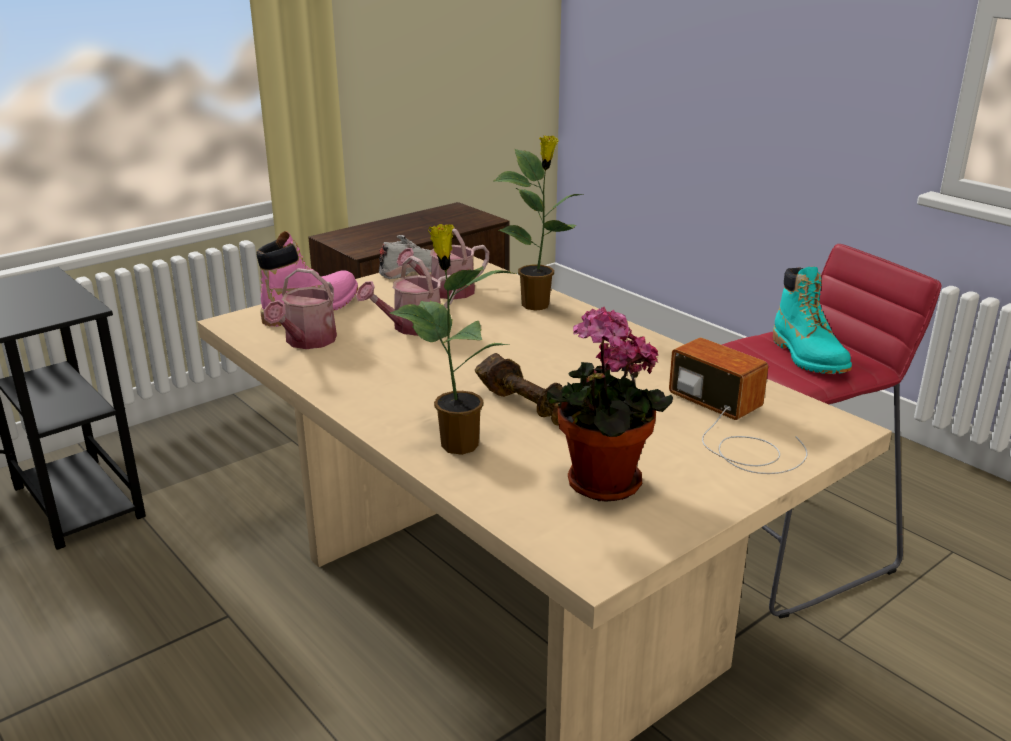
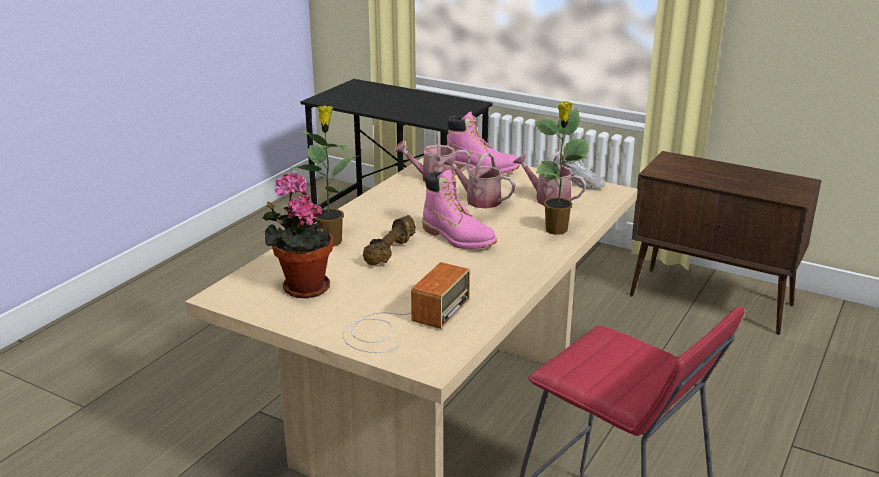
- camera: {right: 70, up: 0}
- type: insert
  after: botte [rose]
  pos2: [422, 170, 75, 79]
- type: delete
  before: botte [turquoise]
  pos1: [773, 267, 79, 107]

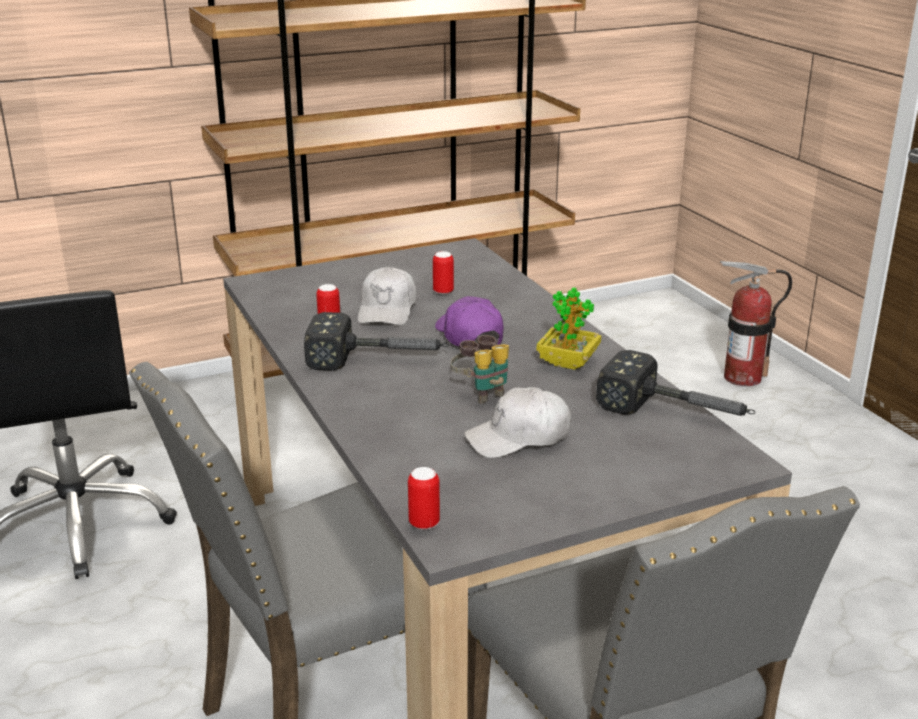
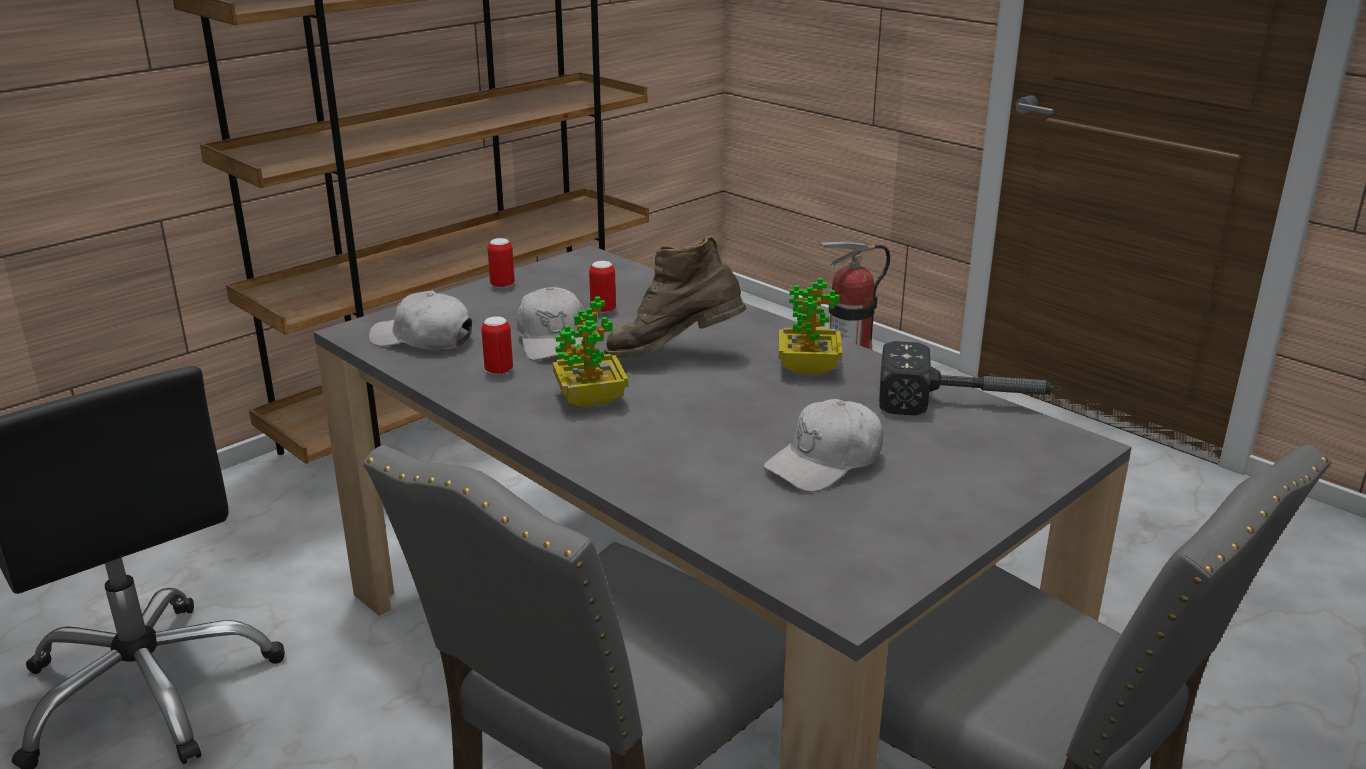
- camera: {right: -20, up: 0}
- type: insert
  after: casquette [blanc]
  pos2: [369, 291, 103, 59]
- type: move
  before: boîte métallique
  pos1: [408, 467, 32, 63]
  pos2: [488, 238, 27, 51]
- type: replace
  before: marteau
  after: plante en pot
  pos1: [304, 312, 145, 59]
  pos2: [553, 296, 75, 111]
- type: replace
  before: casquette [violet]
  after: botte [marron]
  pos1: [435, 296, 69, 53]
  pos2: [604, 236, 143, 122]
- type: delete
  before: jumelles
  pos1: [451, 335, 58, 69]

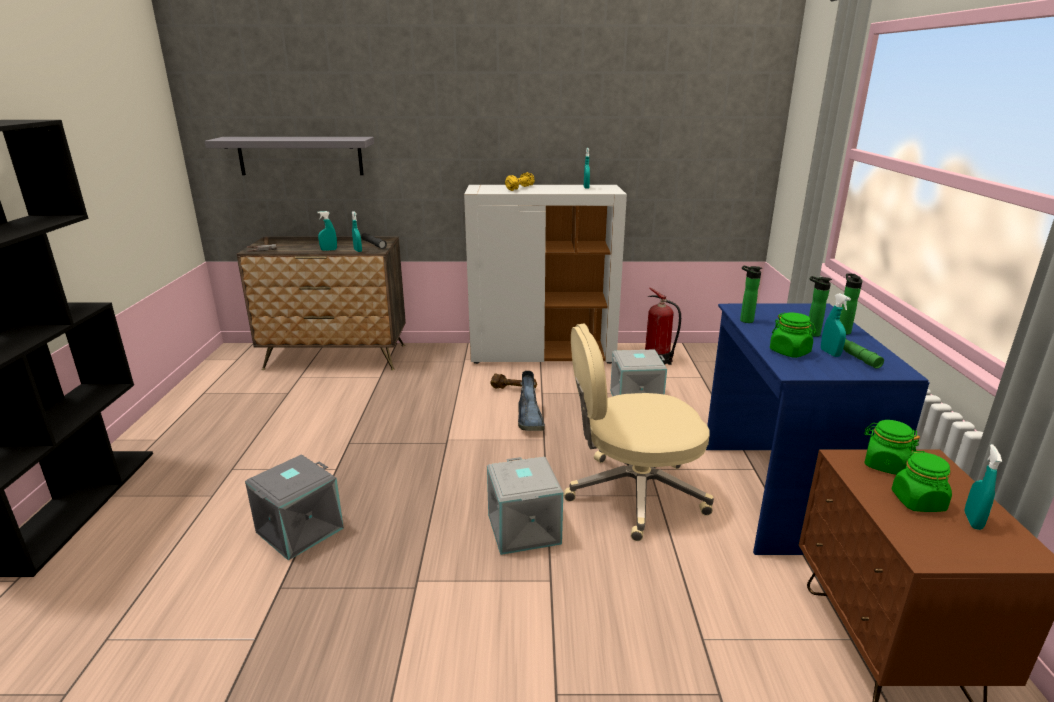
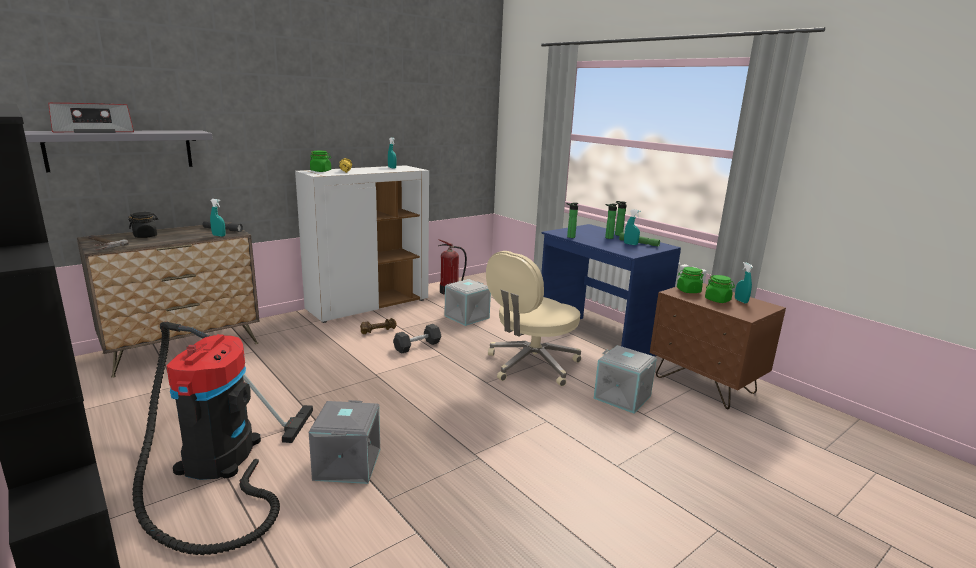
- camera: {right: -40, up: -5}
- type: insert
  after: radio
  pos2: [49, 103, 85, 30]
- type: insert
  after: bocal [noir]
  pos2: [128, 212, 30, 26]
- type: insert
  after: aspirateur
  pos2: [132, 322, 181, 233]
- type: move
  before: bocal [vert]
  pos1: [770, 312, 46, 46]
  pos2: [310, 151, 21, 21]
- type: replace
  before: botte
  after: haltère [noir]
  pos1: [518, 371, 27, 60]
  pos2: [393, 324, 48, 30]
- type: move
  before: boîte de rangement [gris]
  pos1: [487, 457, 76, 98]
  pos2: [594, 345, 63, 68]
- type: delete
  before: vaporisateur [turquoise]
  pos1: [317, 211, 20, 40]

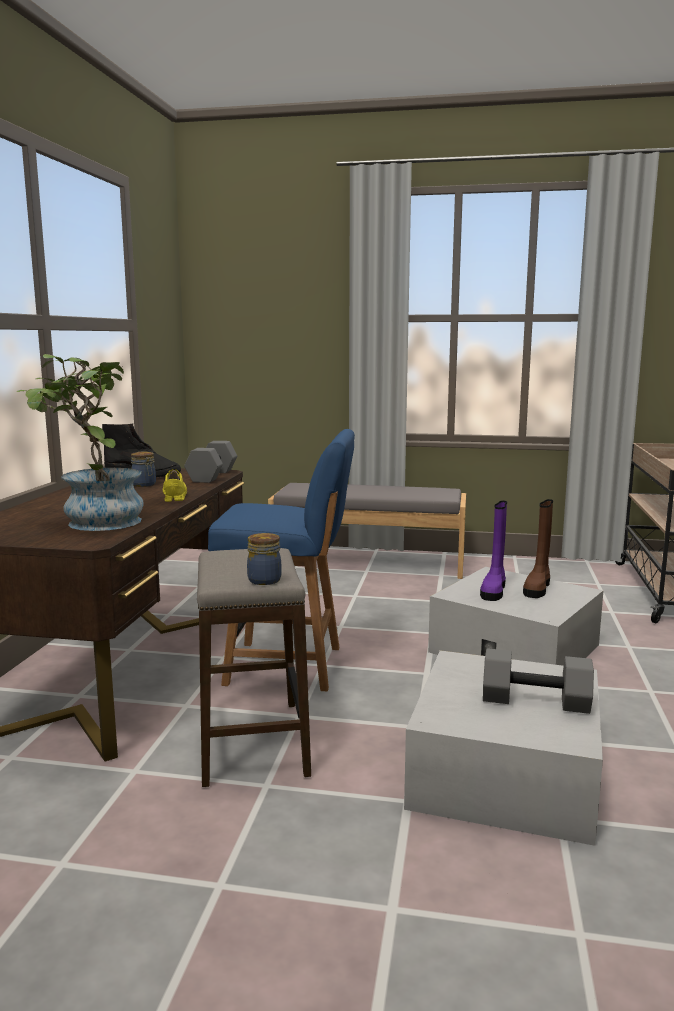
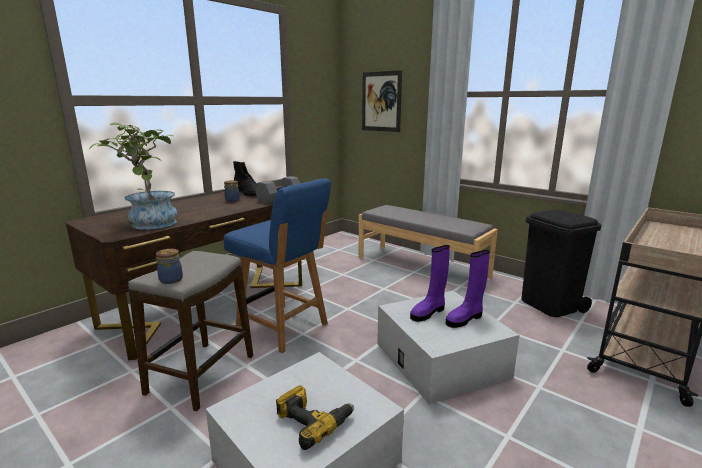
- camera: {right: 30, up: 5}
- type: replace
  before: haltère [gris]
  after: perceuse
  pos1: [483, 648, 111, 66]
  pos2: [276, 385, 78, 65]
- type: insert
  after: tableau
  pos2: [362, 70, 40, 62]
- type: recolor
  before: botte [marron]
  after: botte [violet]
  pos1: [523, 499, 30, 99]
  pos2: [446, 250, 44, 78]
- type: insert
  after: poubelle [noir]
  pos2: [521, 210, 81, 107]
- type: delete
  before: chaussure [jaune]
  pos1: [163, 469, 24, 33]

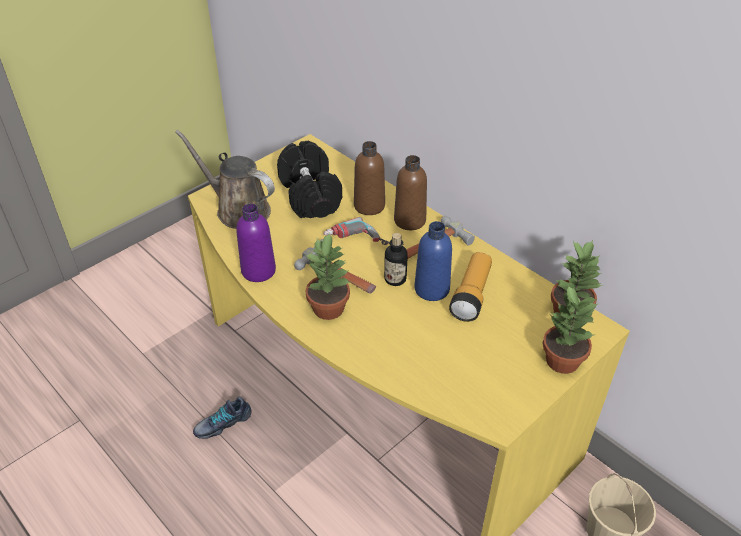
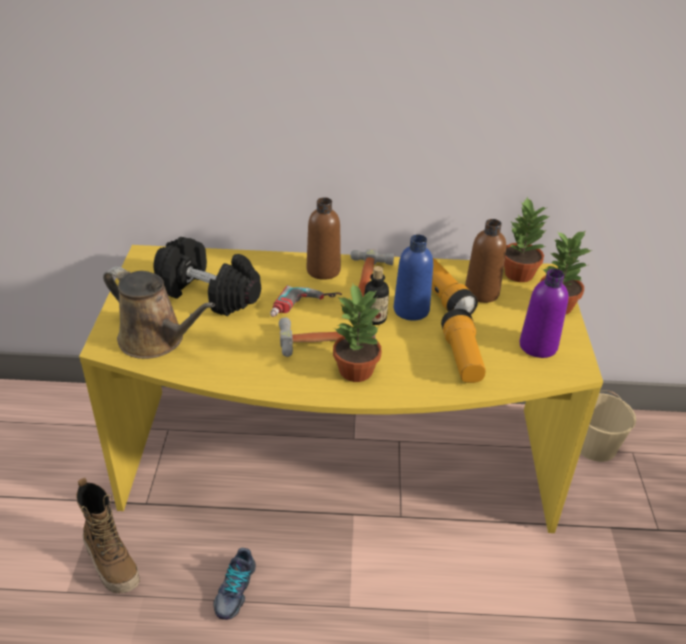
- camera: {right: -45, up: -5}
- type: insert
  after: botte
  pos2: [76, 478, 64, 116]
- type: rotate
  before: arrosoir [marron]
  pos1: [175, 130, 100, 99]
  pos2: [103, 266, 112, 93]
  turn: -135
- type: insert
  after: lampe de poche
  pos2: [441, 309, 45, 74]
- type: move
  before: bouteille [marron]
  pos1: [354, 141, 31, 74]
  pos2: [465, 219, 41, 84]
- type: move
  before: bouteille [violet]
  pos1: [236, 204, 40, 78]
  pos2: [520, 269, 48, 89]

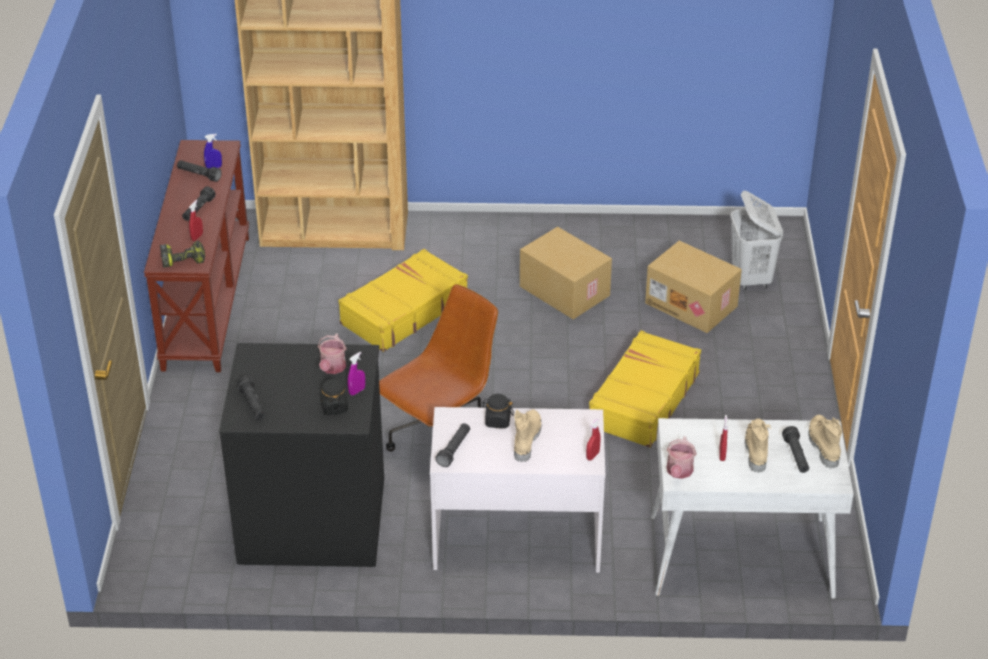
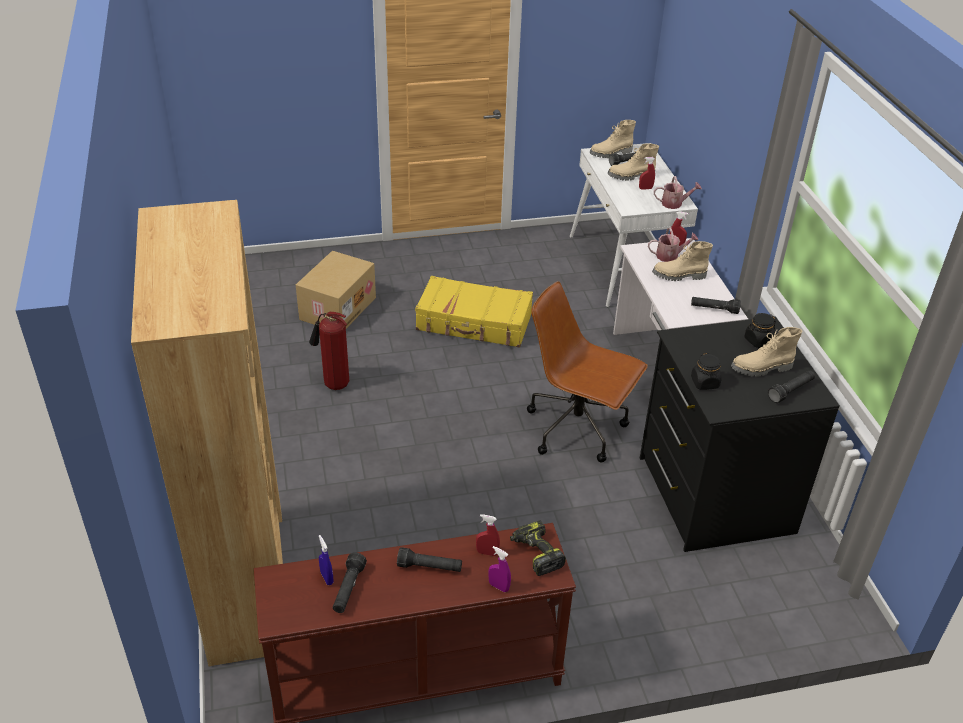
- camera: {right: -105, up: 0}
- type: replace
  before: carton
  after: extincteur
  pos1: [520, 227, 92, 92]
  pos2: [309, 312, 40, 78]
- type: move
  before: vaporisateur [violet]
  pos1: [348, 352, 17, 43]
  pos2: [488, 546, 23, 46]
- type: move
  before: arrosoir
  pos1: [318, 333, 29, 41]
  pos2: [648, 228, 50, 34]
- type: move
  before: bocal [noir]
  pos1: [482, 394, 32, 34]
  pos2: [691, 353, 31, 37]
- type: insert
  after: botte [beige]
  pos2: [731, 327, 71, 50]
- type: delete
  before: valise [jaune]
  pos1: [338, 249, 130, 103]
- type: delete
  before: panier à linge [blanc]
  pos1: [730, 191, 53, 99]

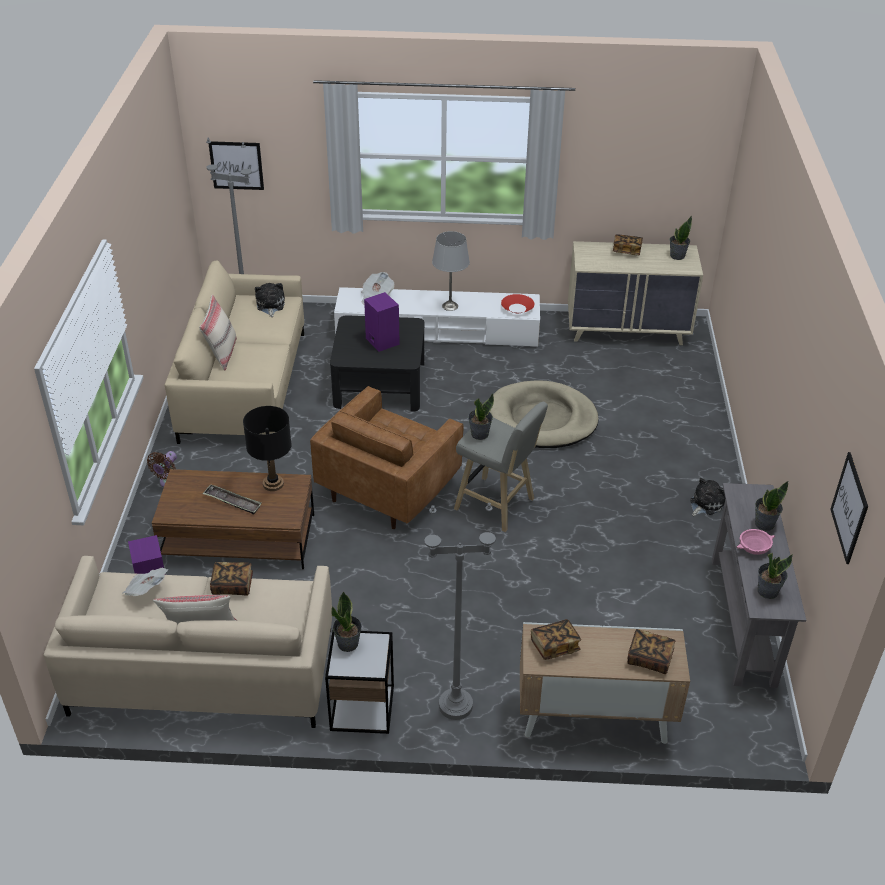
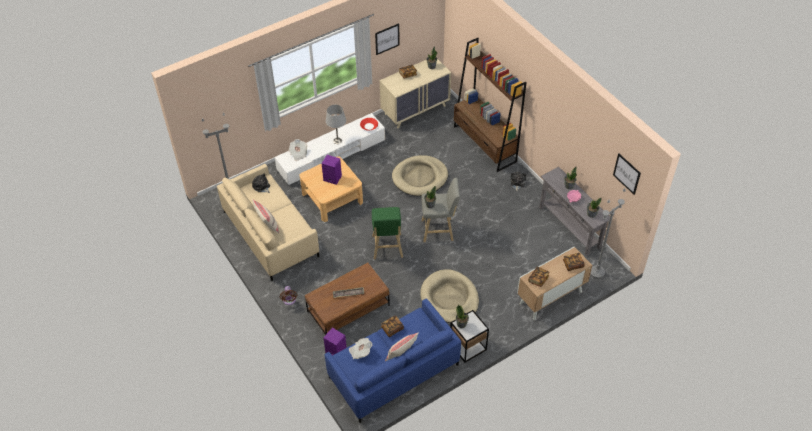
- camera: {right: -35, up: 10}
- type: recolor
  before: table basse [noir]
  after: table basse [beige]
  pos1: [330, 316, 95, 96]
  pos2: [299, 156, 64, 66]
- type: recolor
  before: canapé [beige]
  after: canapé [bleu]
  pos1: [44, 556, 288, 172]
  pos2: [325, 298, 136, 125]
- type: replace
  before: fauteuil [marron]
  after: tabouret [vert]
  pos1: [310, 386, 153, 143]
  pos2: [372, 207, 31, 52]
- type: move
  before: tableau
  pos1: [208, 141, 56, 49]
  pos2: [375, 23, 25, 32]
- type: insert
  after: panier pour chien [beige]
  pos2: [420, 269, 59, 54]
- type: insert
  after: bibliothèque [marron]
  pos2: [454, 38, 73, 134]
- type: move
  before: lampadaire [gris]
  pos1: [424, 503, 72, 217]
  pos2: [590, 188, 36, 91]
- type: delete
  before: lampe de table [noir]
  pos1: [243, 406, 49, 85]

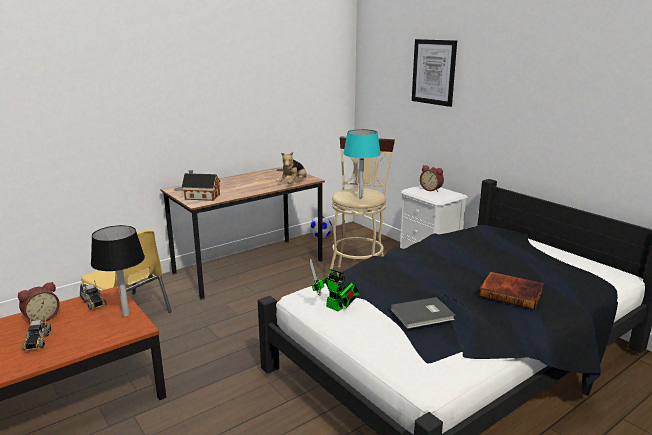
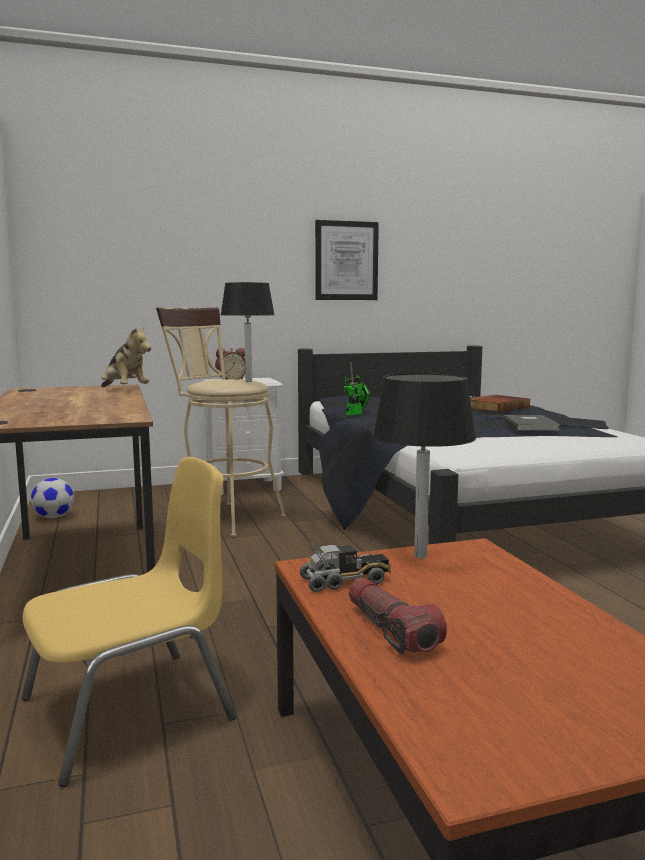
- camera: {right: -70, up: -10}
- type: recolor
  before: lampe de table [turquoise]
  after: lampe de table [noir]
  pos1: [343, 129, 38, 69]
  pos2: [221, 282, 54, 100]
- type: move
  before: tableau
  pos1: [412, 39, 45, 68]
  pos2: [315, 220, 64, 80]
- type: move
  before: robot jouet
  pos1: [310, 259, 50, 52]
  pos2: [344, 362, 27, 53]
- type: replace
  before: réveil
  after: lampe de poche
  pos1: [18, 282, 42, 43]
  pos2: [348, 578, 99, 77]
- type: delete
  before: camion jouet
  pos1: [22, 315, 29, 35]
- type: delete
  before: maison miniature
  pos1: [182, 170, 38, 31]

